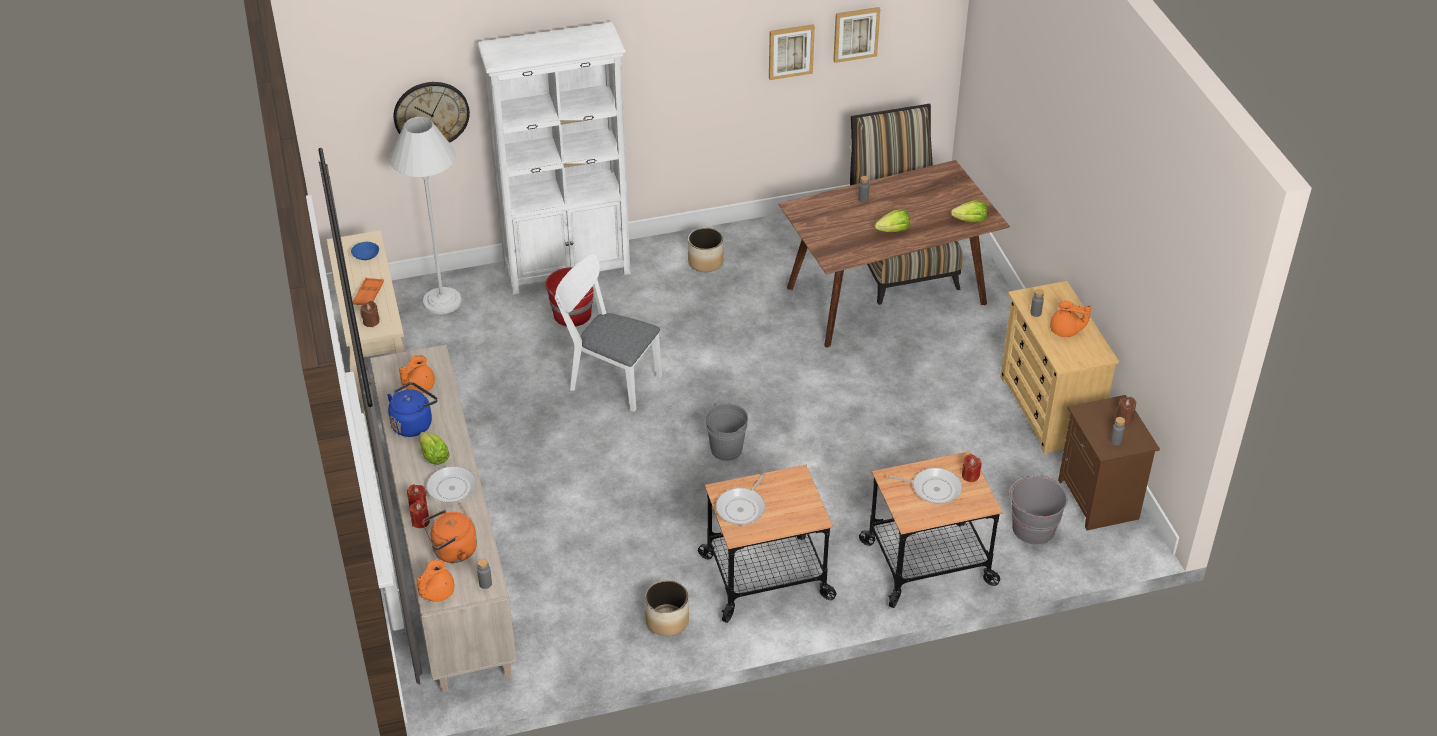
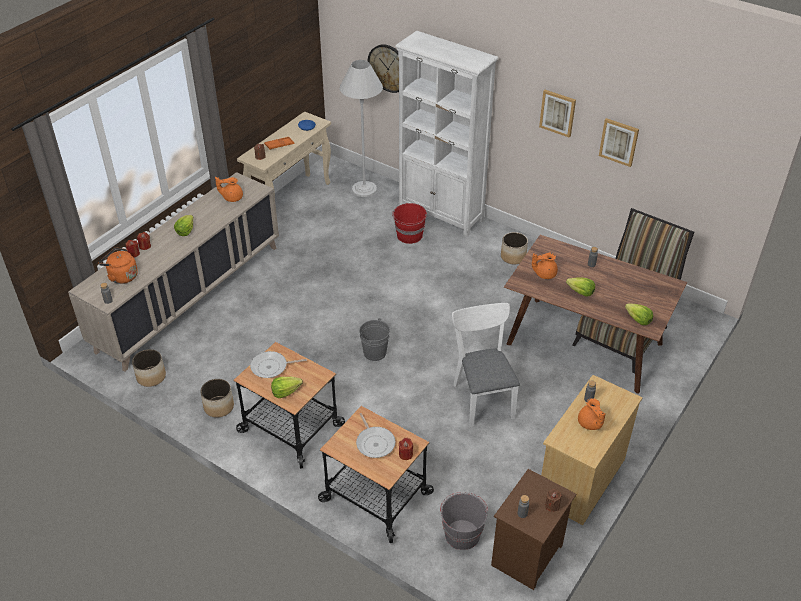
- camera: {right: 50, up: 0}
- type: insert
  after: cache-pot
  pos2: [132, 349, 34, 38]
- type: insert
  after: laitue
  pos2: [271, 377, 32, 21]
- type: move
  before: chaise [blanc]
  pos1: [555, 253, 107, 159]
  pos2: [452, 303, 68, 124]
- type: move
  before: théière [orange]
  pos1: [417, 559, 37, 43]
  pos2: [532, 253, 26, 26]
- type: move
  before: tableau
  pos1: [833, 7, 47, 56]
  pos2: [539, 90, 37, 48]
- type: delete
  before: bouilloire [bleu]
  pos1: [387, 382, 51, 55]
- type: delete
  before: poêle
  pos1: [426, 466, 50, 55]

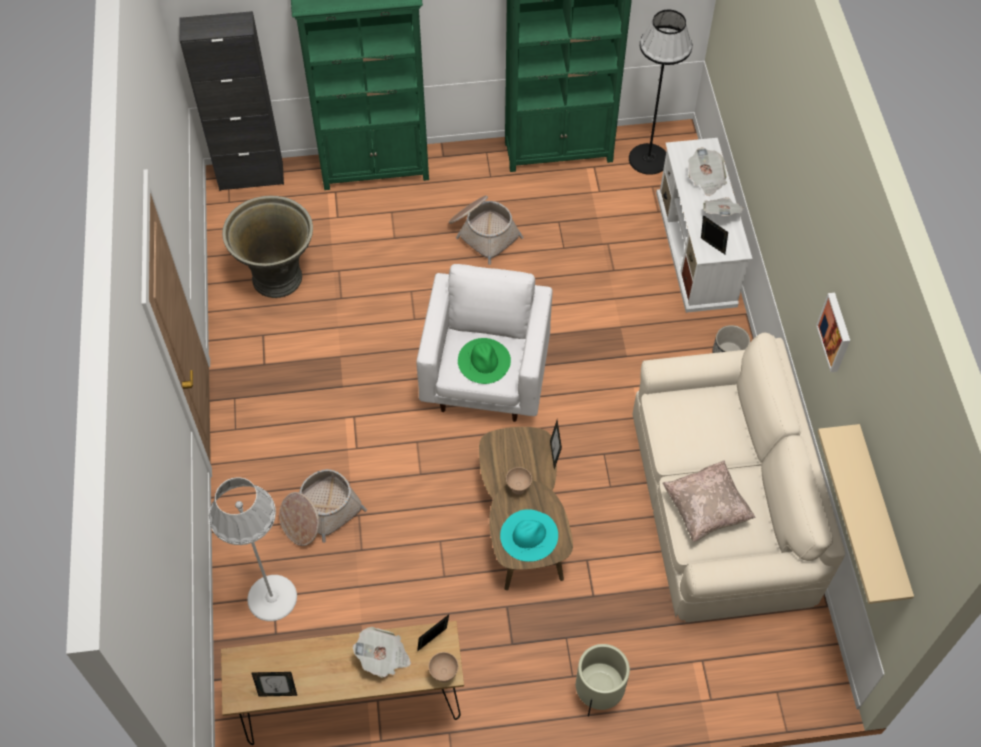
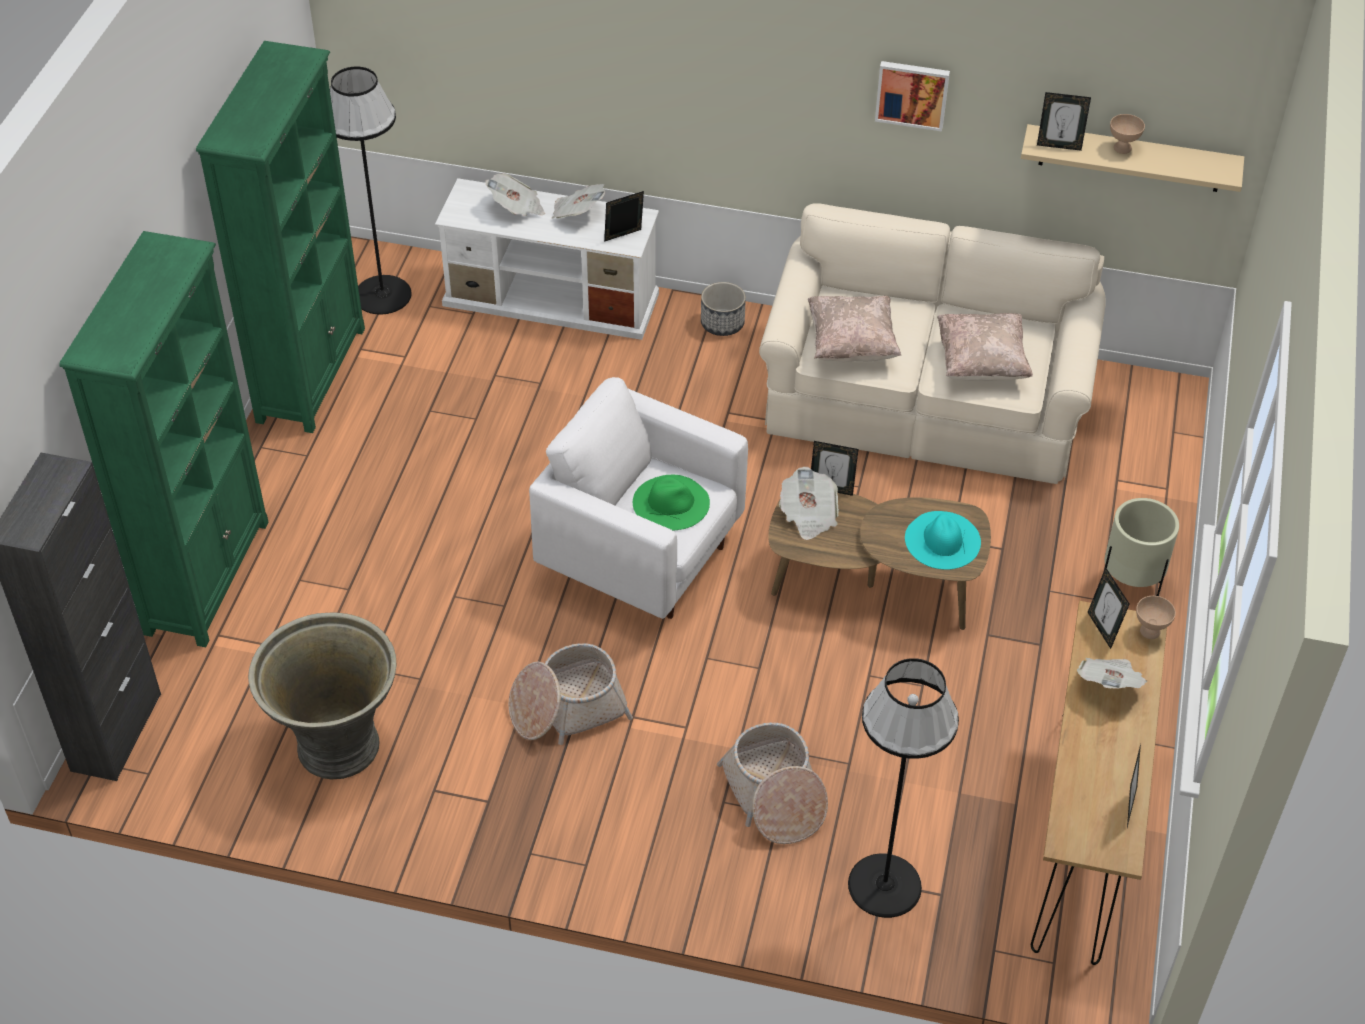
- camera: {right: -70, up: -10}
- type: move
  before: panier
  pos1: [449, 195, 74, 70]
  pos2: [509, 643, 124, 102]
- type: insert
  after: journal
  pos2: [779, 467, 60, 73]
- type: insert
  after: coussin [beige]
  pos2: [808, 296, 93, 66]
- type: recolor
  before: lampadaire [blanc]
  after: lampadaire [noir]
  pos1: [209, 477, 88, 144]
  pos2: [848, 658, 111, 260]
- type: insert
  after: cadre photo
  pos2: [1037, 92, 54, 59]
- type: move
  before: bol [beige]
  pos1: [506, 467, 26, 28]
  pos2: [1110, 114, 35, 40]

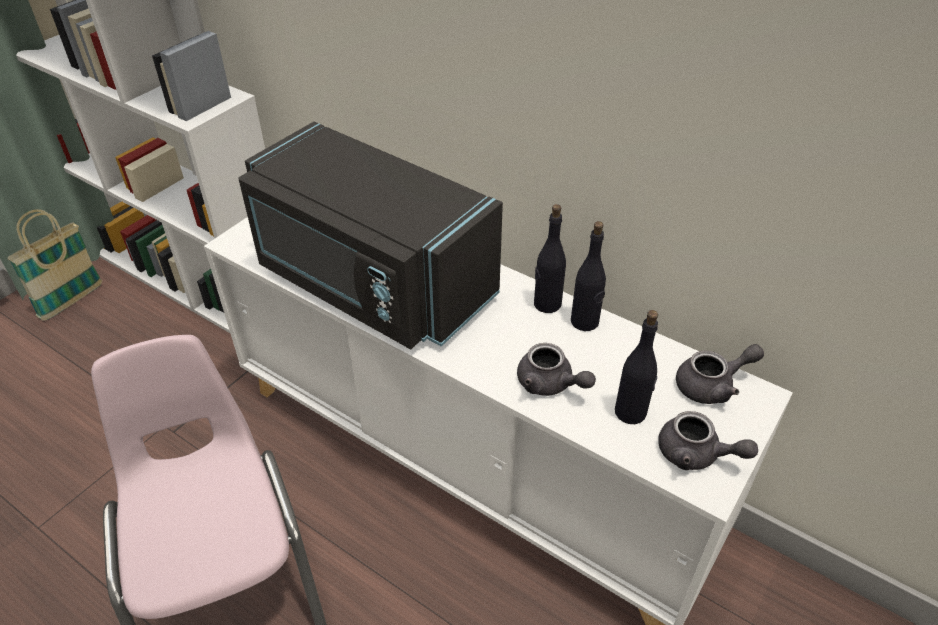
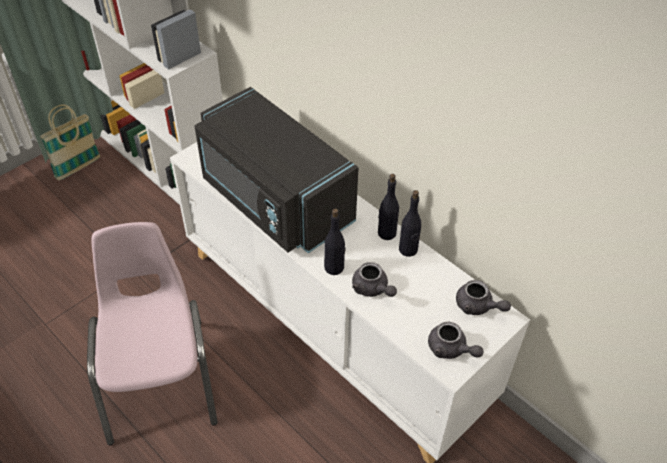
- camera: {right: 10, up: 5}
- type: move
  before: bouteille [noir]
  pos1: [615, 310, 43, 114]
  pos2: [324, 208, 22, 67]
- type: rotate
  before: théière [gris]
  pos1: [676, 344, 88, 60]
  pos2: [456, 280, 55, 35]
  turn: 45

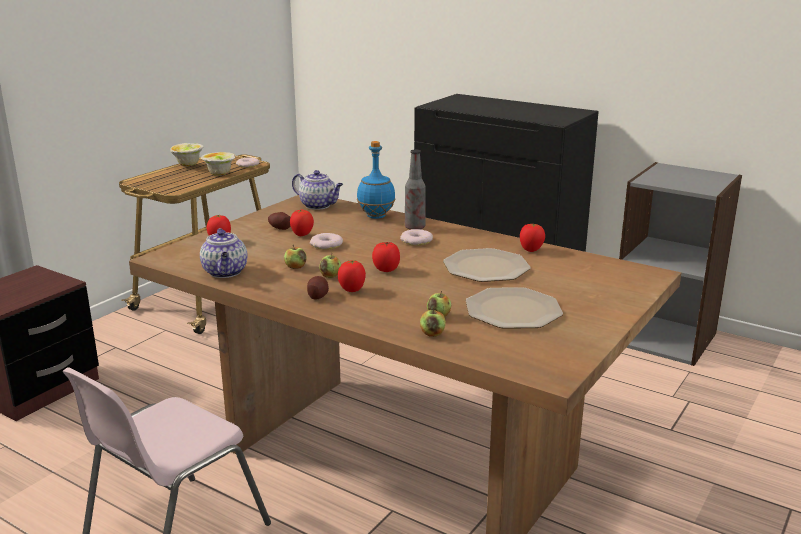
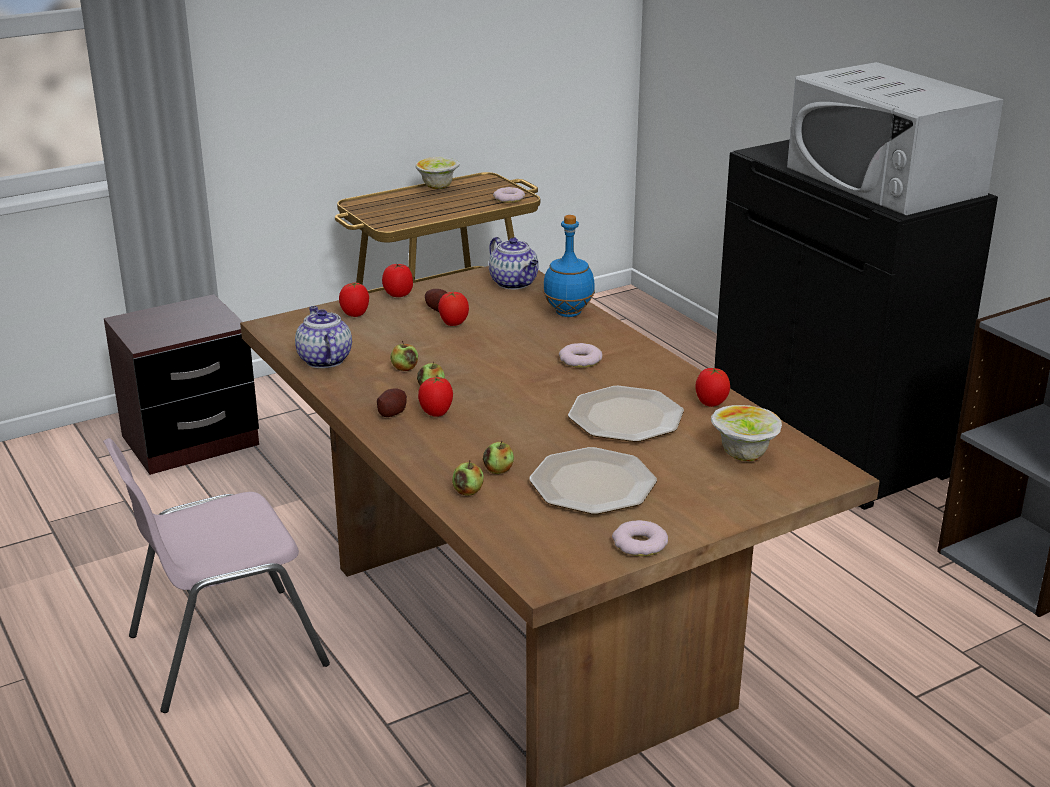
- camera: {right: 25, up: 5}
- type: rotate
  before: théière
  pos1: [200, 228, 48, 50]
  pos2: [295, 306, 57, 62]
  turn: 150
- type: move
  before: tomate
  pos1: [372, 242, 28, 30]
  pos2: [382, 263, 31, 34]
- type: move
  before: beignet
  pos1: [310, 233, 33, 17]
  pos2: [612, 520, 56, 36]
- type: move
  before: bol
  pos1: [201, 152, 34, 24]
  pos2: [711, 405, 71, 56]
- type: insert
  after: micro-ondes [blanc]
  pos2: [787, 62, 217, 153]
- type: delete
  before: bouteille
  pos1: [405, 149, 21, 81]

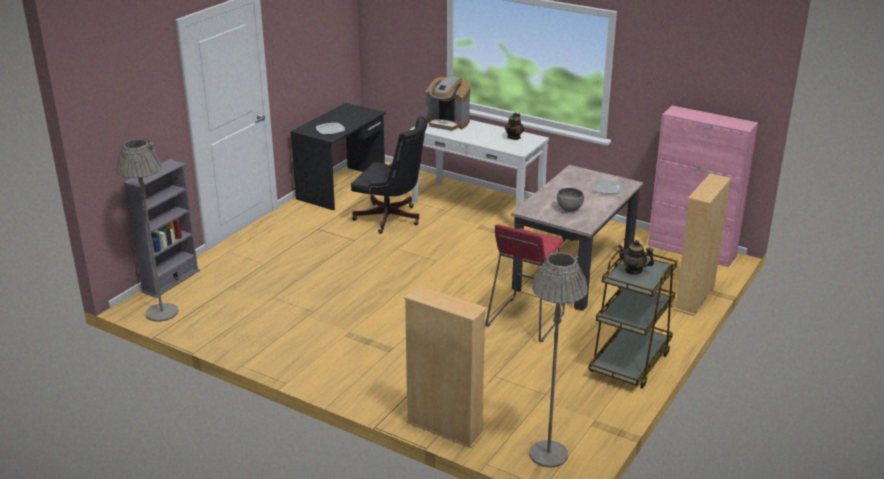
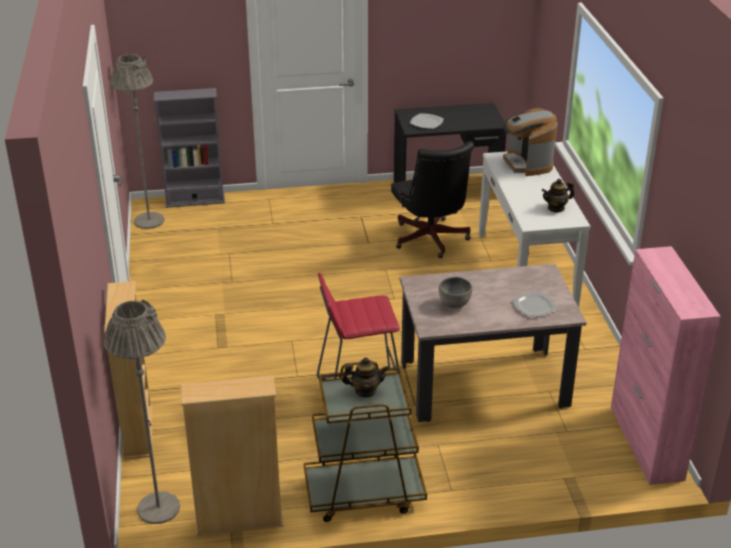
- camera: {right: 50, up: 5}
- type: move
  before: bibliothèque [beige]
  pos1: [674, 173, 57, 143]
  pos2: [180, 376, 103, 160]
- type: rotate
  before: théière
  pos1: [618, 240, 36, 35]
  pos2: [342, 357, 47, 40]
  turn: 105

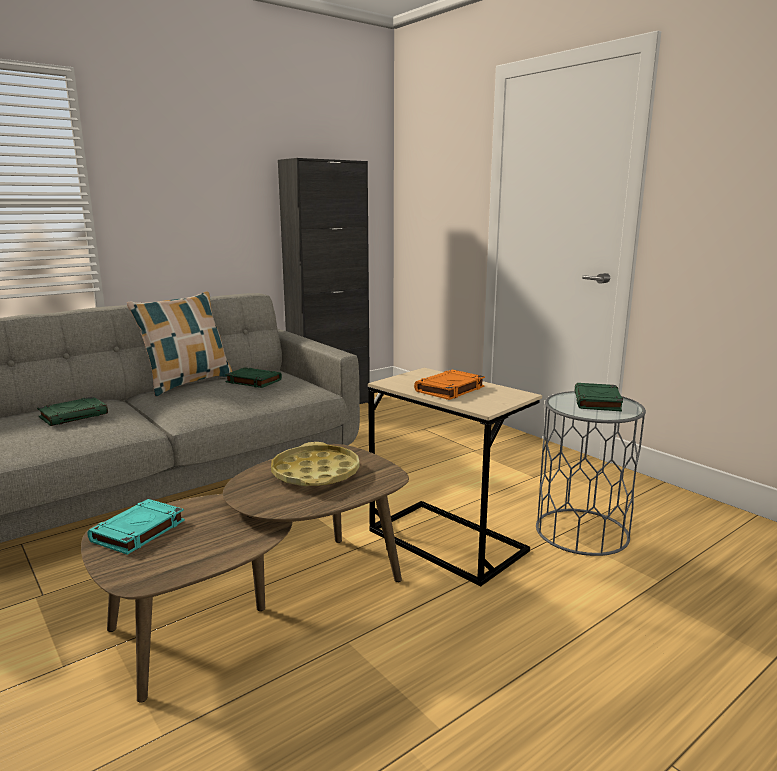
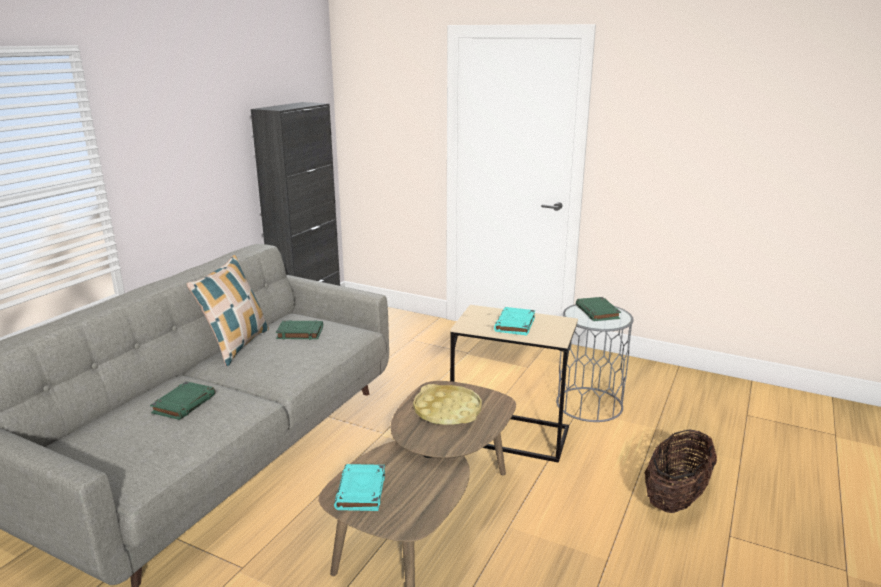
- camera: {right: -25, up: 5}
- type: recolor
  before: livre [orange]
  after: livre [turquoise]
  pos1: [414, 370, 71, 30]
  pos2: [494, 307, 41, 28]
- type: insert
  after: panier
  pos2: [644, 430, 73, 83]

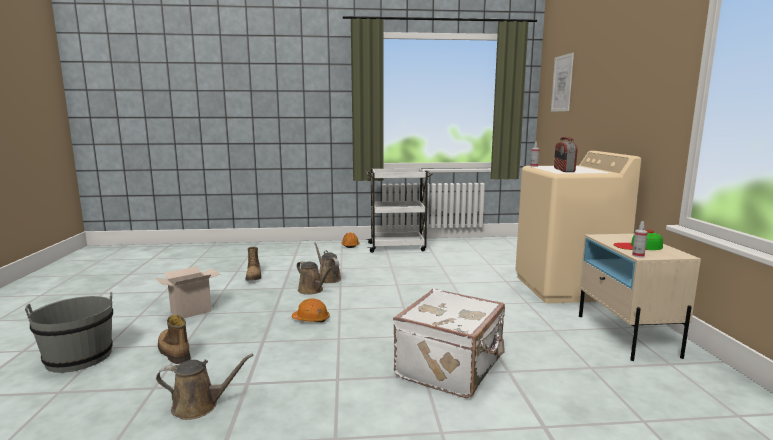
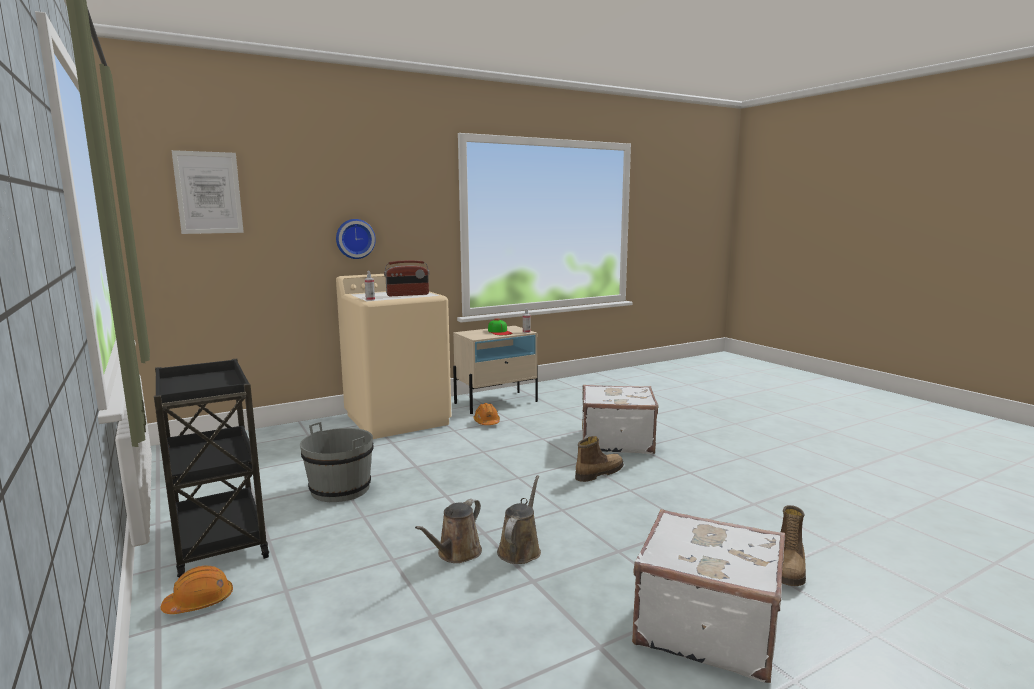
- camera: {right: -115, up: 0}
- type: recolor
  before: chariot [blanc]
  after: chariot [noir]
  pos1: [366, 168, 67, 85]
  pos2: [154, 359, 115, 218]
- type: move
  before: seau [gris]
  pos1: [25, 292, 88, 81]
  pos2: [300, 422, 74, 80]
- type: insert
  after: horloge murale
  pos2: [336, 219, 40, 40]
- type: move
  before: casque de chantier [orange]
  pos1: [292, 298, 38, 25]
  pos2: [474, 403, 26, 22]
- type: move
  before: botte
  pos1: [246, 247, 15, 34]
  pos2: [575, 436, 49, 46]
- type: replace
  before: carton
  after: valise [blanc]
  pos1: [155, 267, 65, 51]
  pos2: [632, 509, 153, 174]
- type: delete
  before: arrosoir [marron]
  pos1: [156, 354, 97, 66]

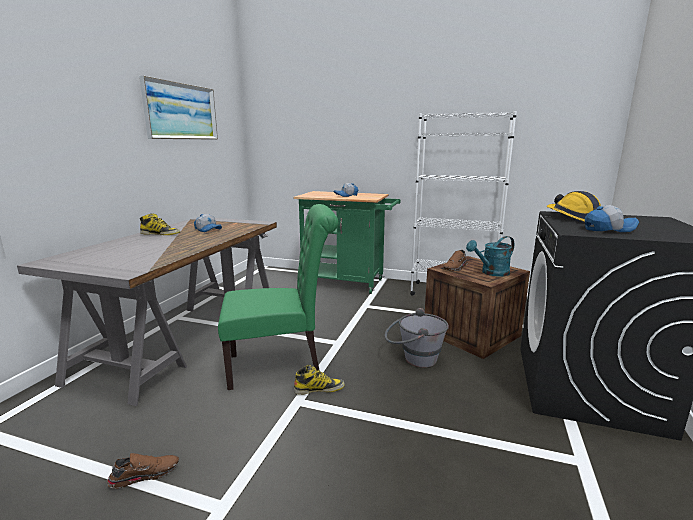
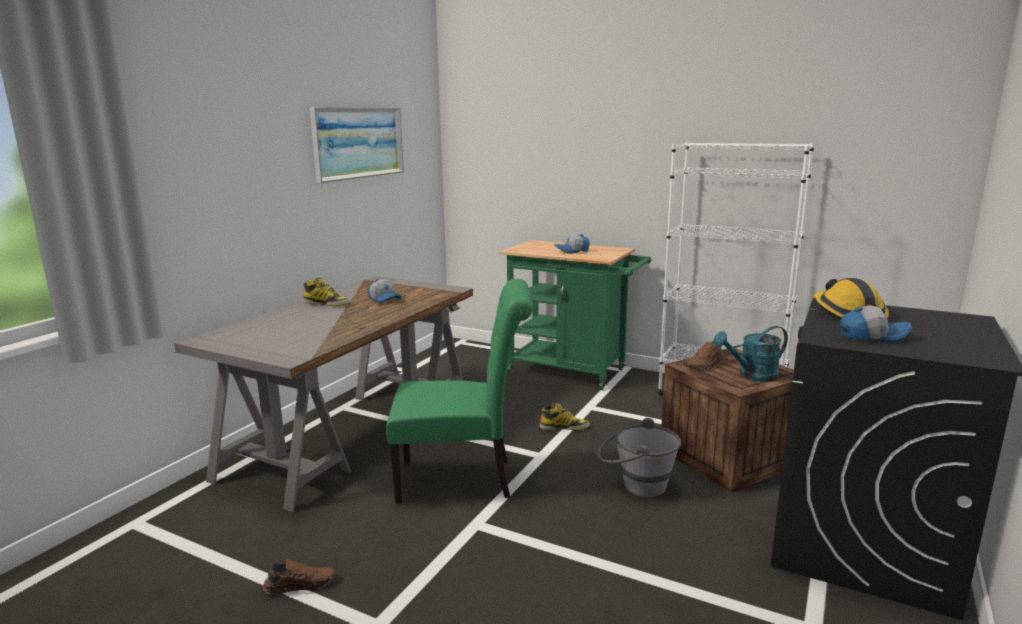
- camera: {right: 10, up: 0}
- type: move
  before: botte
  pos1: [294, 365, 51, 30]
  pos2: [540, 403, 50, 27]

